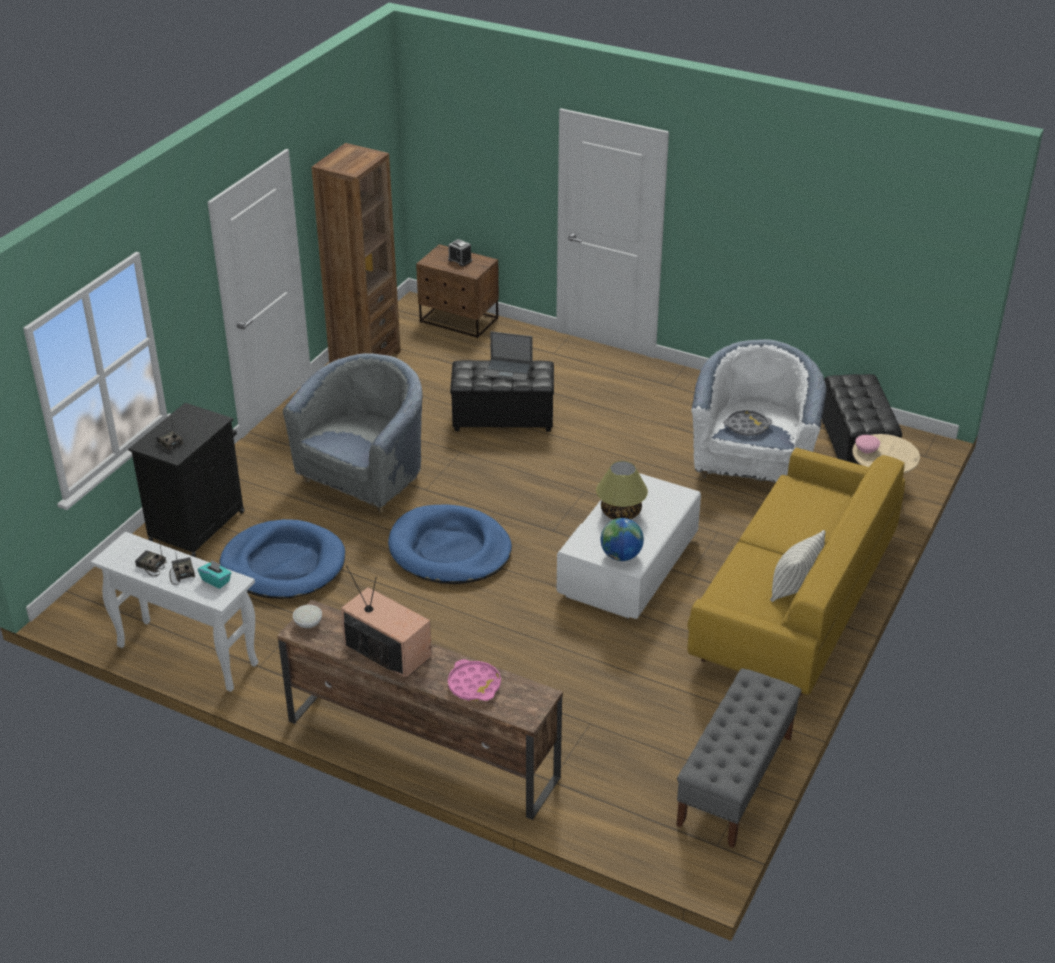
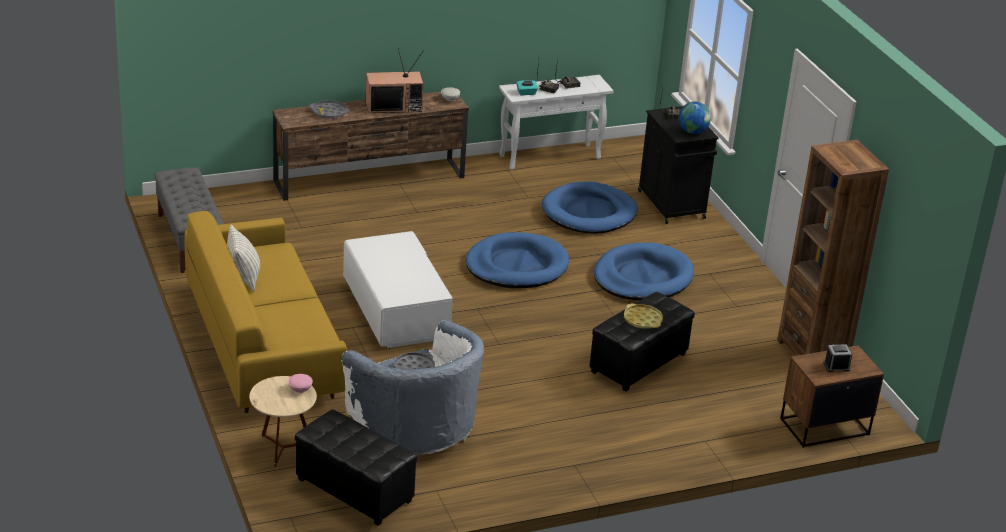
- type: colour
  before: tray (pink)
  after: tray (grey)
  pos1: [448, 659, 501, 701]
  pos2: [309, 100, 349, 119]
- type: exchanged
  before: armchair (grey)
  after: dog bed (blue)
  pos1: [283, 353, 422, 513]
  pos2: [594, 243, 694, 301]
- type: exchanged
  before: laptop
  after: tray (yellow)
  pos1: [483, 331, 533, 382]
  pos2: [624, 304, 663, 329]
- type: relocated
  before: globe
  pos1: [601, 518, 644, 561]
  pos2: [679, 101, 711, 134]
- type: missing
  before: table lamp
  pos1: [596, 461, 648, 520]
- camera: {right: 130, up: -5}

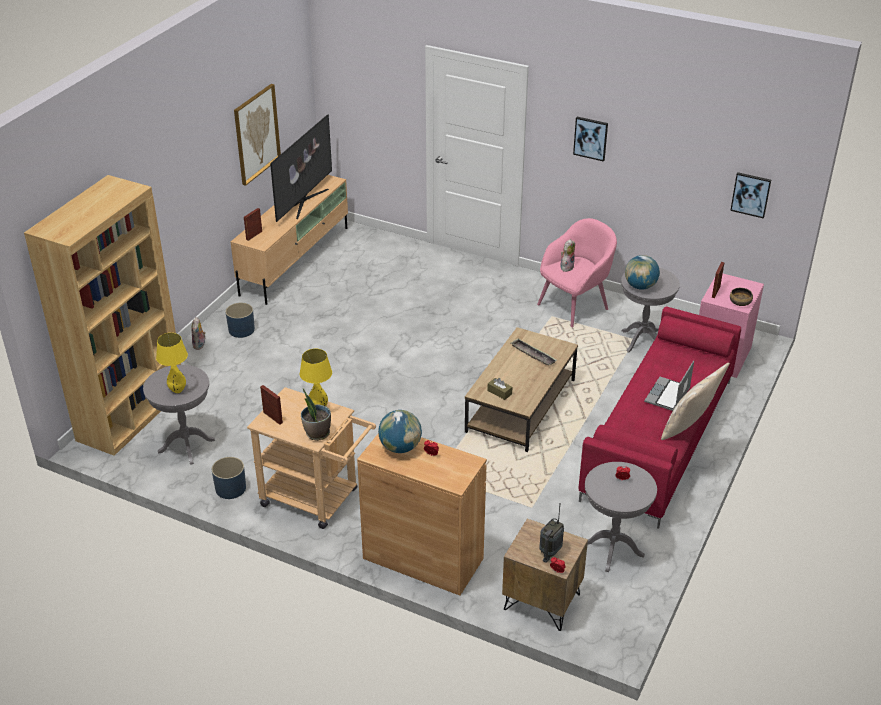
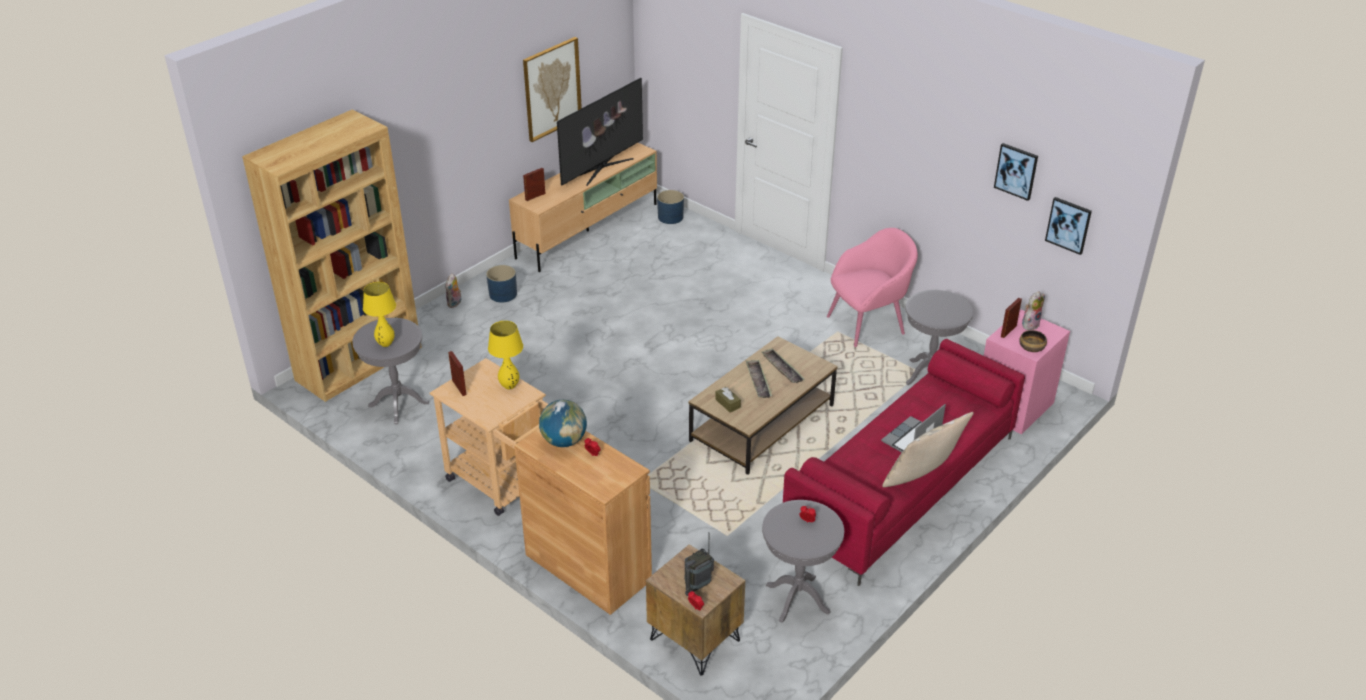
- type: relocated
  before: planter (blue)
  pos1: [212, 457, 246, 499]
  pos2: [657, 190, 684, 224]
- type: appeared
  after: tray
  pos2: [746, 360, 772, 398]
- type: relocated
  before: picture
  pos1: [573, 117, 608, 162]
  pos2: [994, 143, 1038, 201]
- type: relocated
  before: plush toy
  pos1: [561, 239, 575, 272]
  pos2: [1022, 291, 1045, 330]
- type: missing
  before: potted plant
  pos1: [301, 389, 331, 441]
- type: missing
  before: globe
  pos1: [625, 255, 660, 290]
- camera: {right: 15, up: 0}

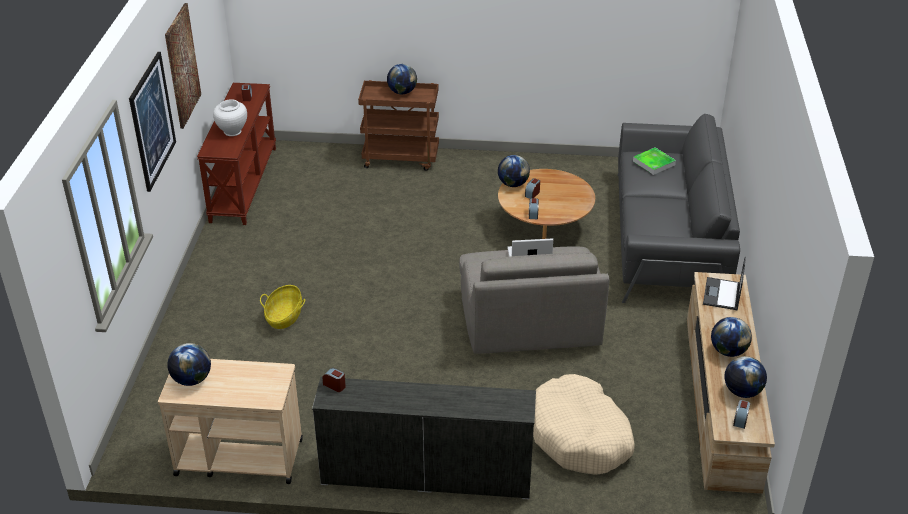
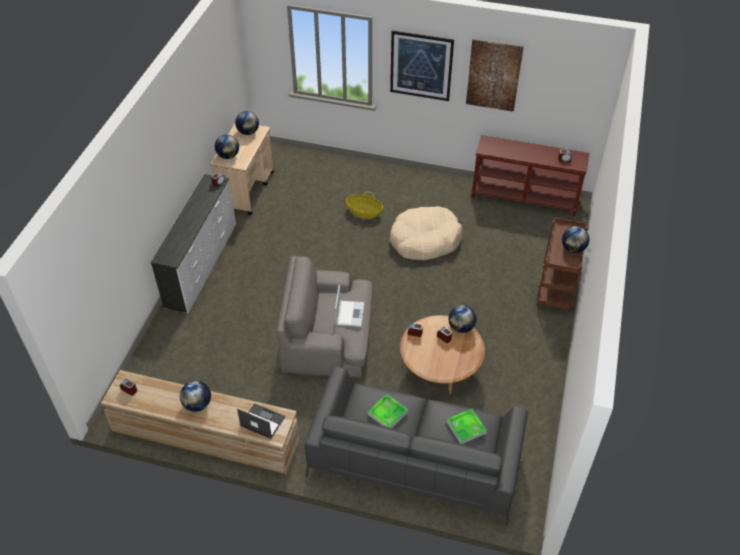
- type: relocated
  before: globe
  pos1: [724, 356, 767, 398]
  pos2: [215, 134, 239, 159]
- type: appeared
  after: tray
  pos2: [368, 394, 408, 428]
- type: relocated
  before: dog bed (beige)
  pos1: [533, 374, 634, 475]
  pos2: [389, 206, 463, 260]
- type: missing
  before: vase (white)
  pos1: [213, 100, 247, 136]
- camera: {right: 100, up: 10}

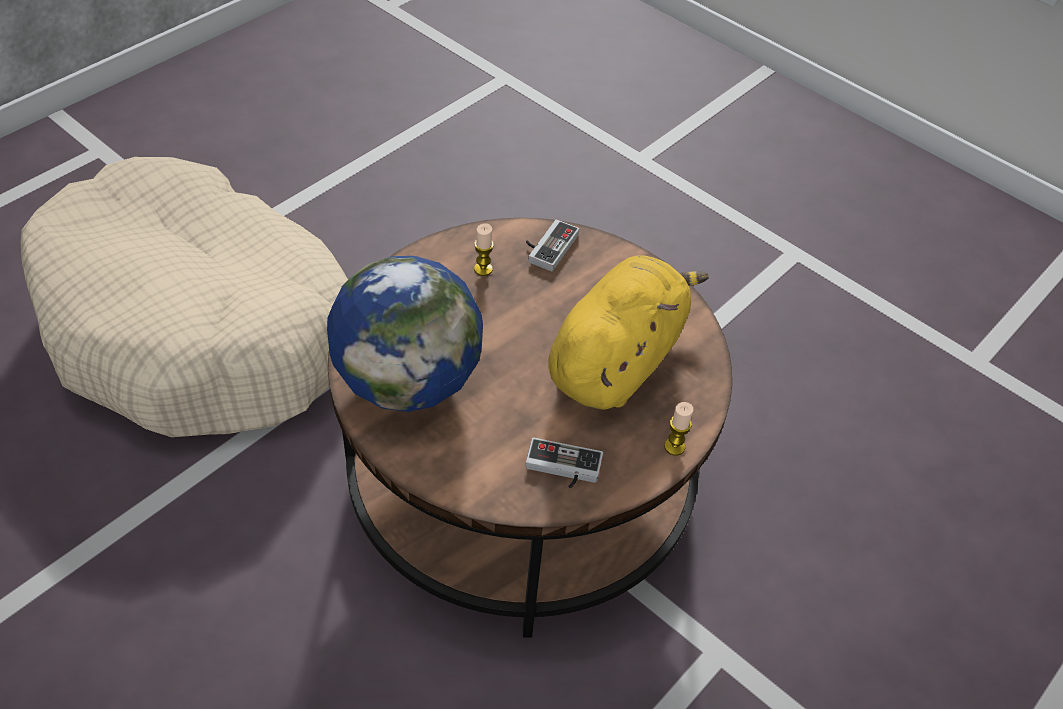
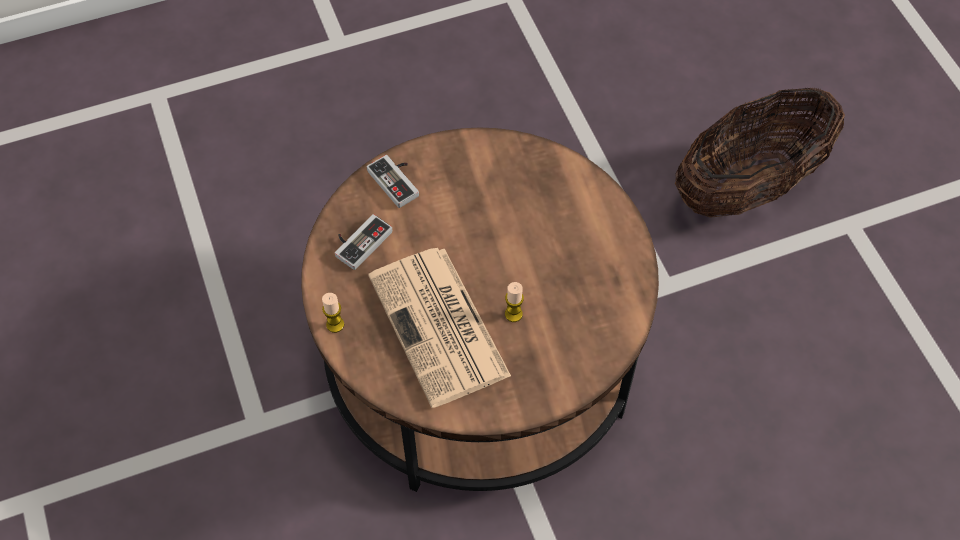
- type: relocated
  before: game controller
  pos1: [526, 219, 580, 271]
  pos2: [367, 155, 419, 208]
- type: exchanged
  before: plush toy (yellow)
  after: newspaper
  pos1: [549, 255, 709, 410]
  pos2: [368, 248, 511, 408]
- type: relocated
  before: candle
  pos1: [474, 223, 494, 276]
  pos2: [505, 282, 524, 322]
- type: exchanged
  before: dog bed (beige)
  after: basket
  pos1: [21, 157, 348, 437]
  pos2: [675, 87, 845, 218]
- type: missing
  before: globe
  pos1: [327, 256, 483, 412]
- camera: {right: 120, up: 10}

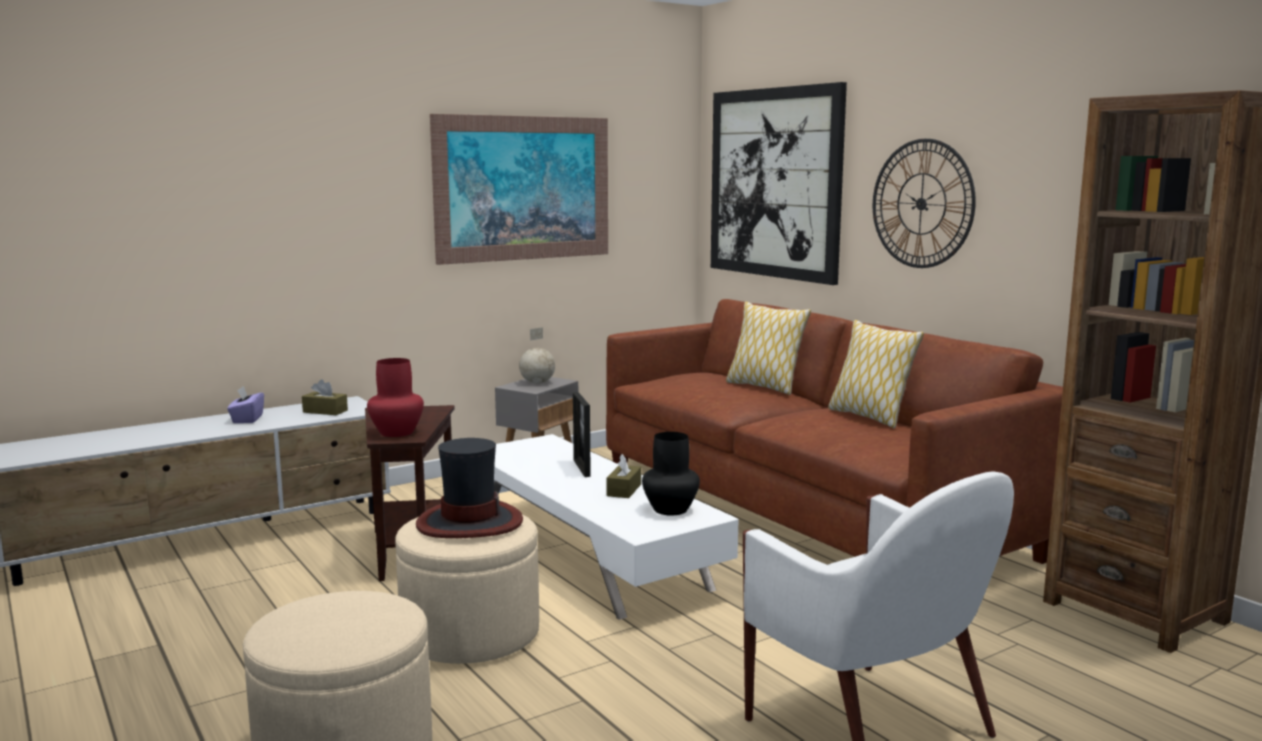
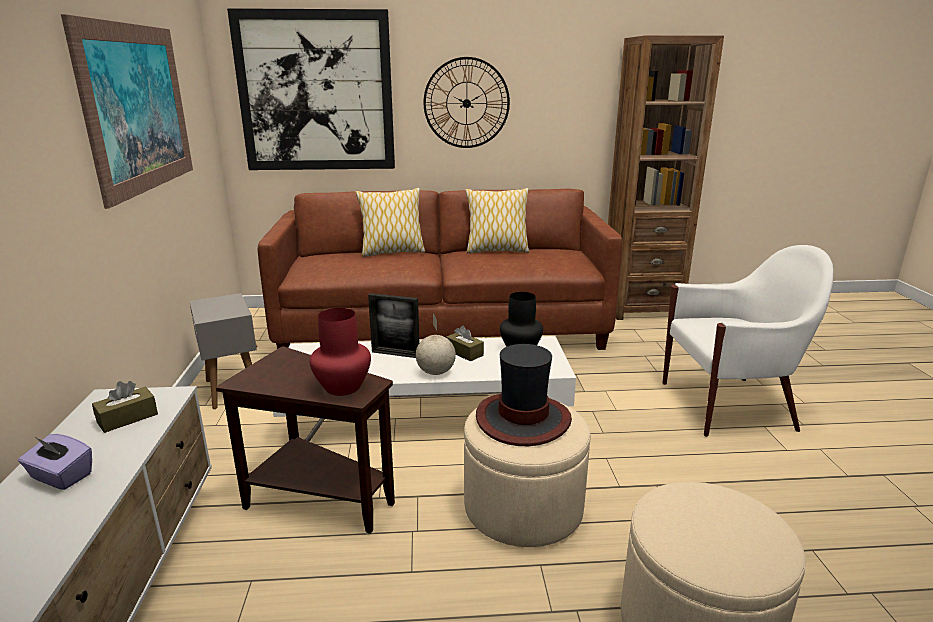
- type: relocated
  before: globe
  pos1: [519, 327, 555, 384]
  pos2: [416, 314, 456, 375]
- camera: {right: -60, up: 10}

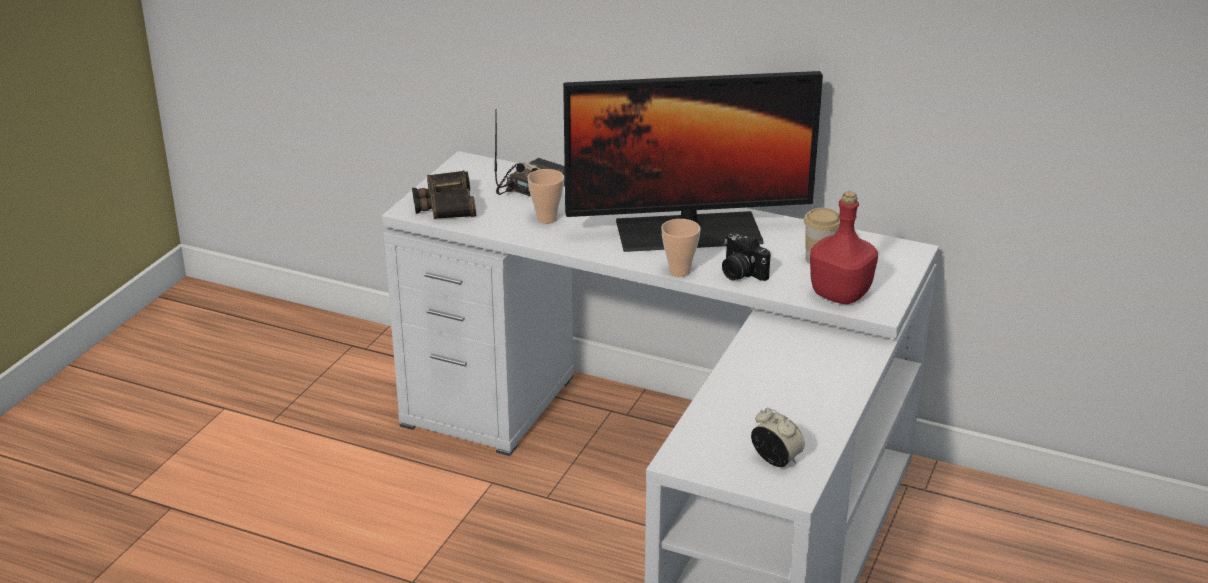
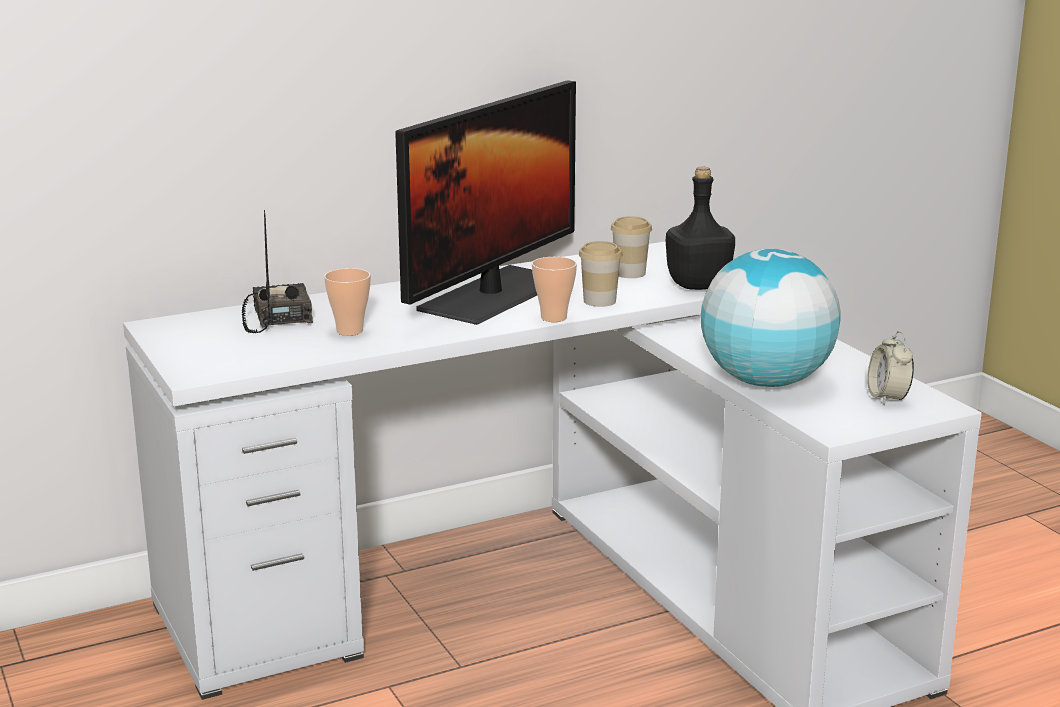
- type: exchanged
  before: photo camera
  after: cup
  pos1: [722, 232, 770, 281]
  pos2: [579, 241, 623, 307]
- type: colour
  before: bottle (red)
  after: bottle (black)
  pos1: [810, 191, 878, 304]
  pos2: [666, 167, 735, 290]
- type: appeared
  after: globe
  pos2: [701, 249, 840, 387]
- type: spun
  before: alarm clock
  pos1: [751, 408, 805, 467]
  pos2: [868, 331, 914, 405]
  turn: -90
- type: missing
  before: binoculars
  pos1: [412, 170, 476, 219]
- camera: {right: -50, up: -10}

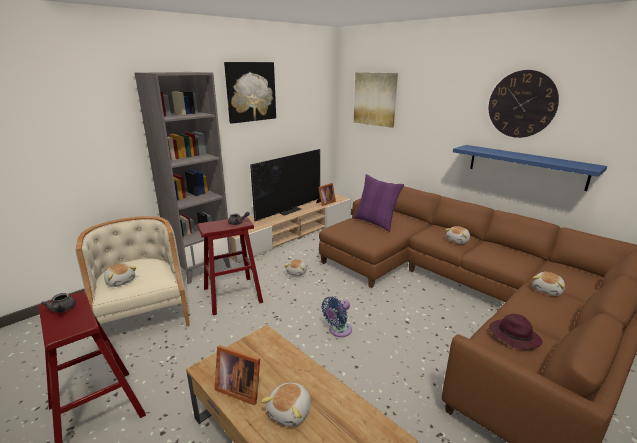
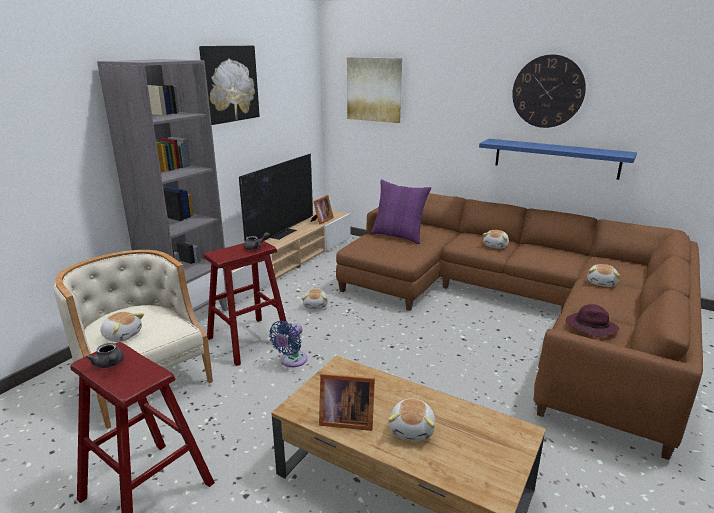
- type: relocated
  before: fan (blue)
  pos1: [321, 297, 352, 337]
  pos2: [269, 321, 307, 367]
- camera: {right: -15, up: 0}

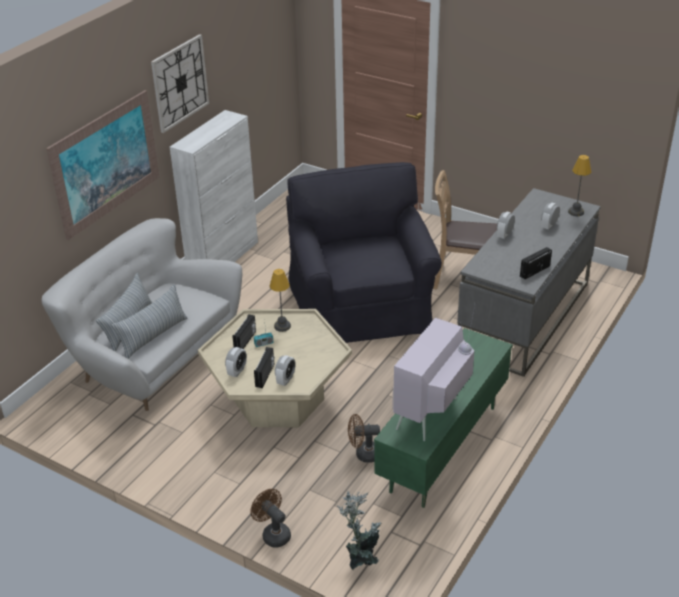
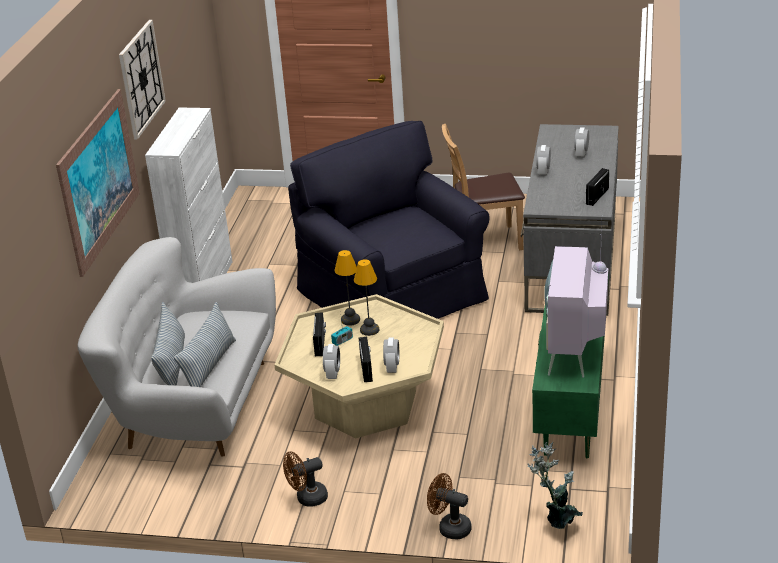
- type: relocated
  before: fan (brown)
  pos1: [348, 414, 380, 463]
  pos2: [283, 451, 328, 507]
- type: relocated
  before: table lamp
  pos1: [568, 155, 591, 216]
  pos2: [354, 259, 379, 336]
- camera: {right: -20, up: -5}

